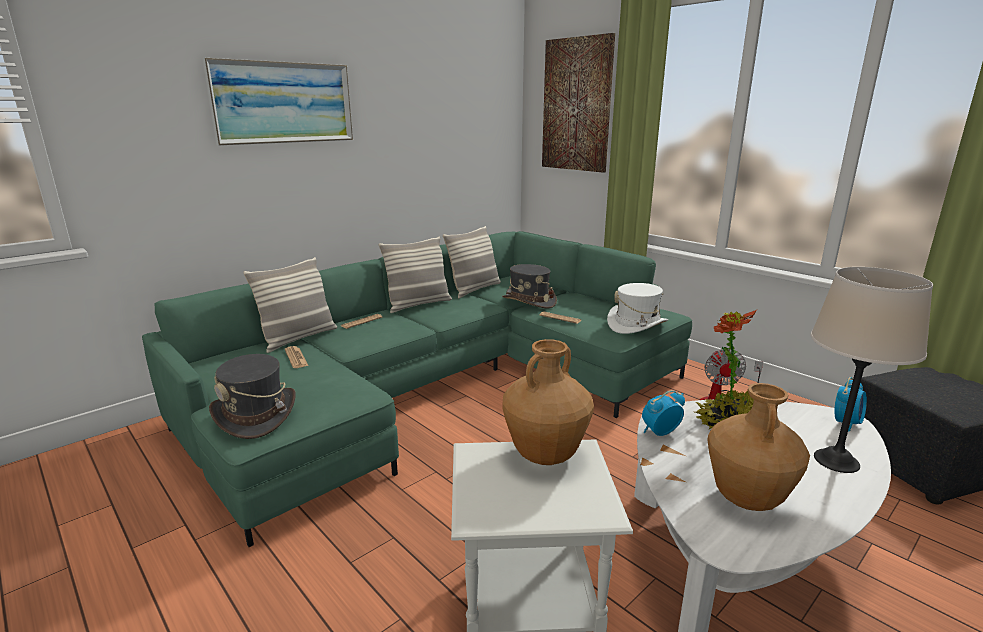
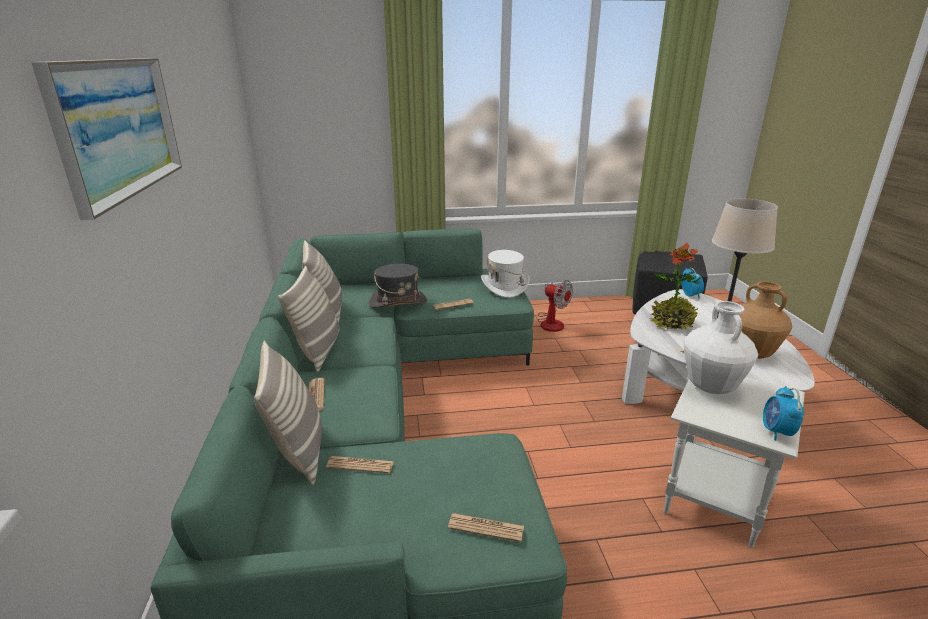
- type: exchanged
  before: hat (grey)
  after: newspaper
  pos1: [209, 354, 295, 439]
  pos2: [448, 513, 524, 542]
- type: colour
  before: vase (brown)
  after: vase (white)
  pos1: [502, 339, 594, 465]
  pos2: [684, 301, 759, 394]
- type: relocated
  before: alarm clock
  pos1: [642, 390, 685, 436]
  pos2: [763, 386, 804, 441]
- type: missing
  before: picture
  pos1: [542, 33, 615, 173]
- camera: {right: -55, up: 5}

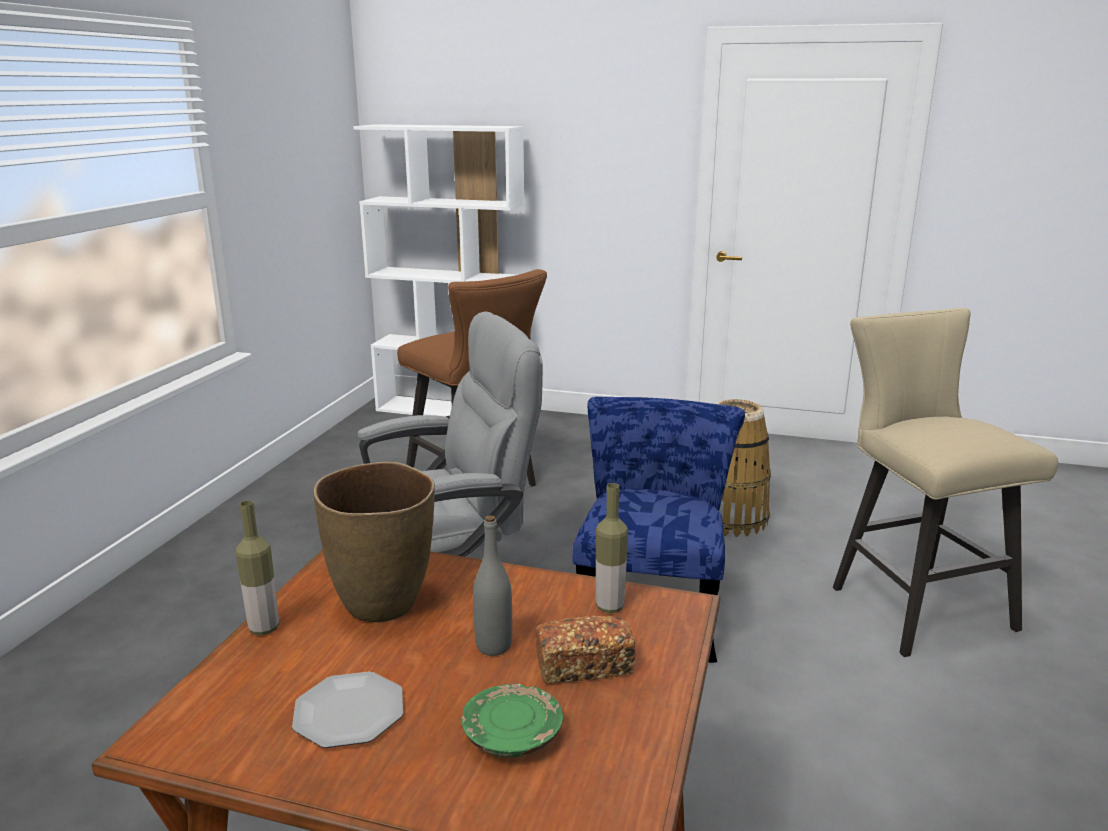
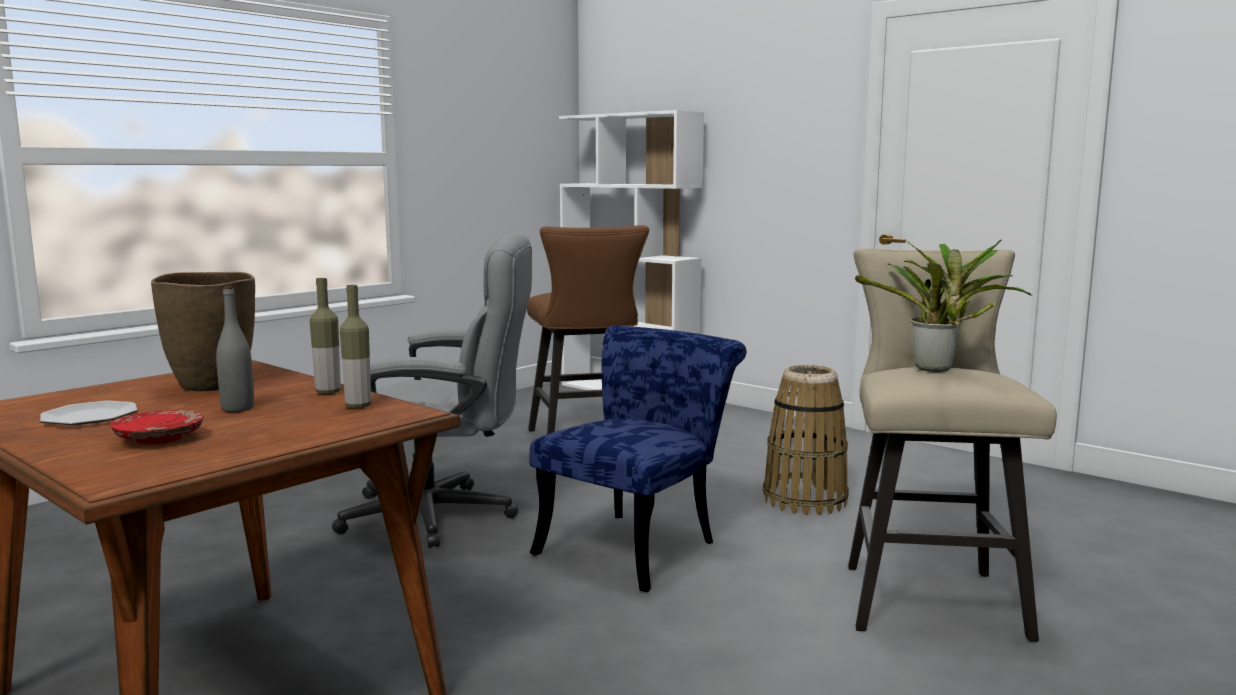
- type: colour
  before: plate (green)
  after: plate (red)
  pos1: [461, 684, 563, 757]
  pos2: [110, 410, 203, 444]
- type: relocated
  before: bottle
  pos1: [235, 500, 279, 635]
  pos2: [310, 278, 341, 394]
- type: appeared
  after: potted plant
  pos2: [855, 240, 1032, 372]
- type: missing
  before: bread
  pos1: [535, 616, 636, 684]
- camera: {right: 25, up: -10}

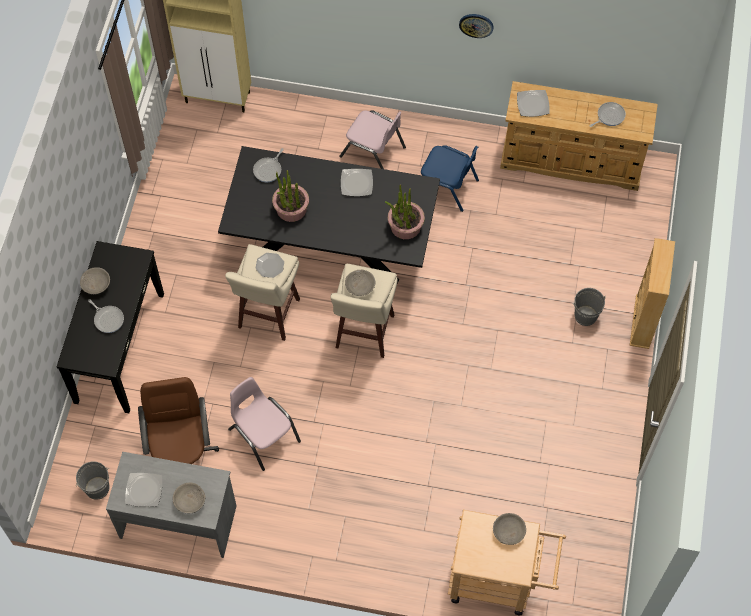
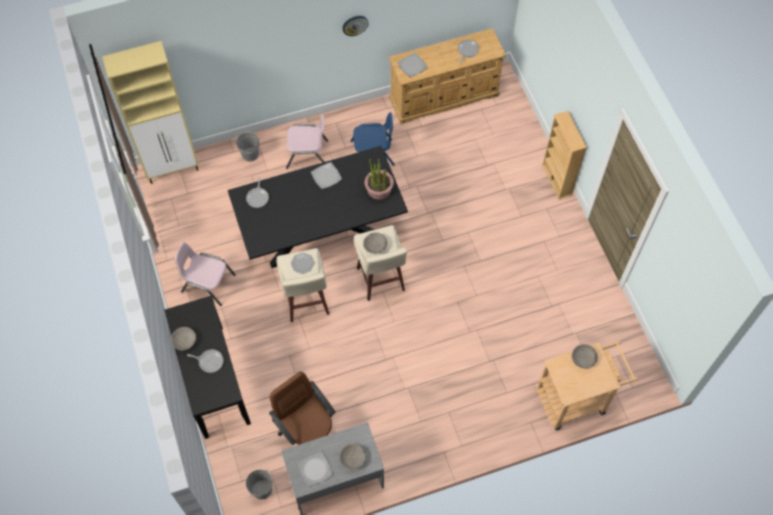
- type: relocated
  before: chair (pink)
  pos1: [228, 377, 301, 471]
  pos2: [175, 242, 236, 306]
- type: relocated
  before: bucket (grey)
  pos1: [573, 288, 606, 326]
  pos2: [236, 132, 259, 162]
- type: missing
  before: potted plant
  pos1: [272, 170, 309, 222]
- camera: {right: -30, up: 0}

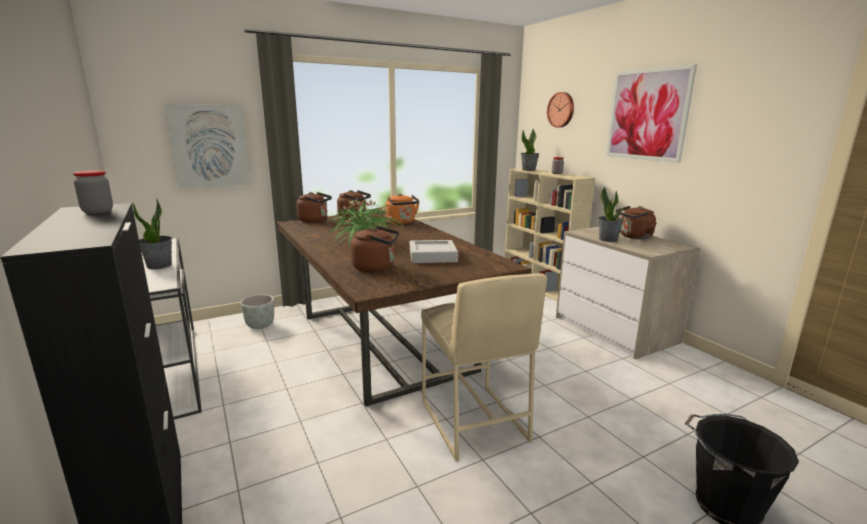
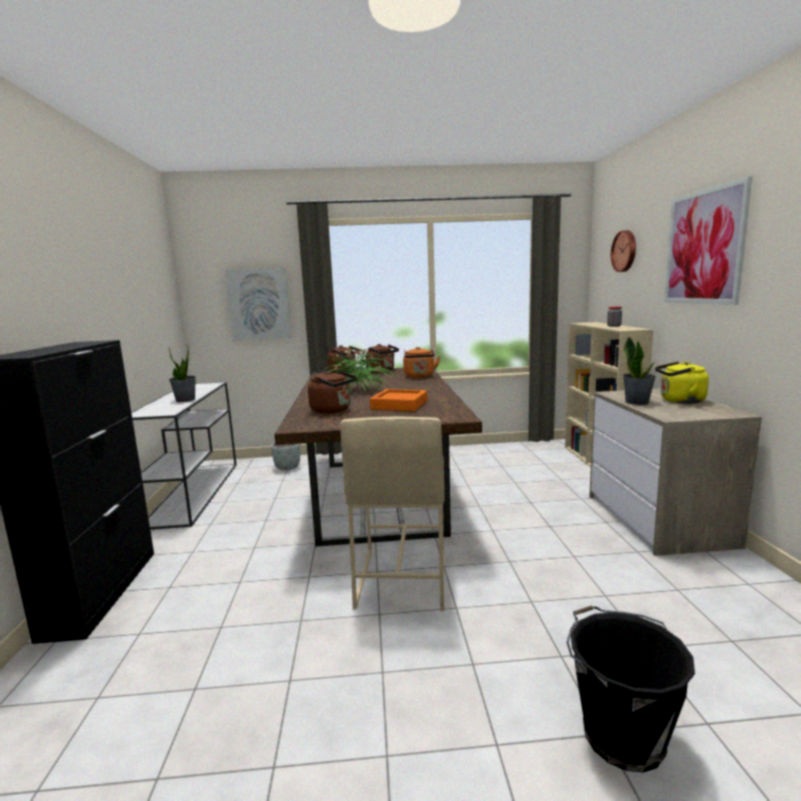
- type: colour
  before: tray (grey)
  after: tray (orange)
  pos1: [410, 240, 458, 263]
  pos2: [370, 389, 428, 411]
- type: colour
  before: kettle (brown)
  after: kettle (yellow)
  pos1: [615, 206, 657, 239]
  pos2: [655, 362, 709, 404]
- type: missing
  before: jar
  pos1: [73, 170, 113, 214]
- type: missing
  before: potted plant
  pos1: [521, 129, 539, 171]
- camera: {right: 25, up: -5}

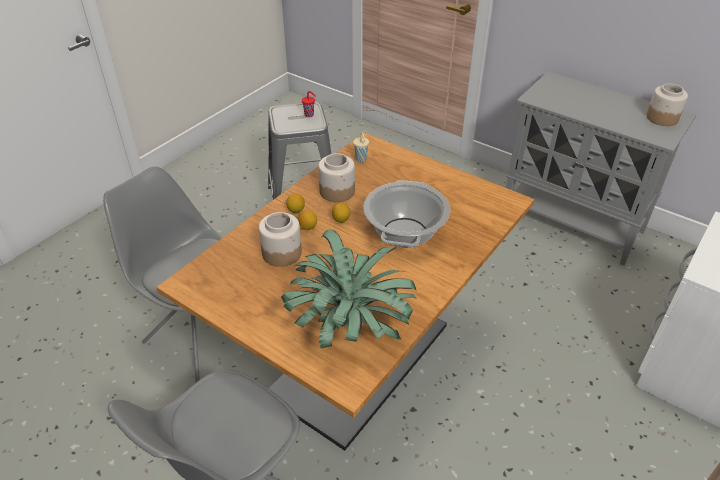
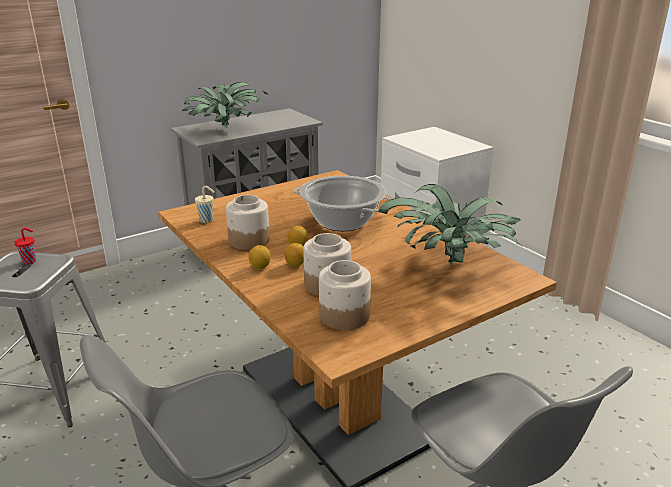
- type: appeared
  after: potted plant
  pos2: [182, 82, 268, 128]
- type: relocated
  before: jar
  pos1: [646, 84, 688, 126]
  pos2: [319, 260, 371, 330]
- camera: {right: -70, up: -15}

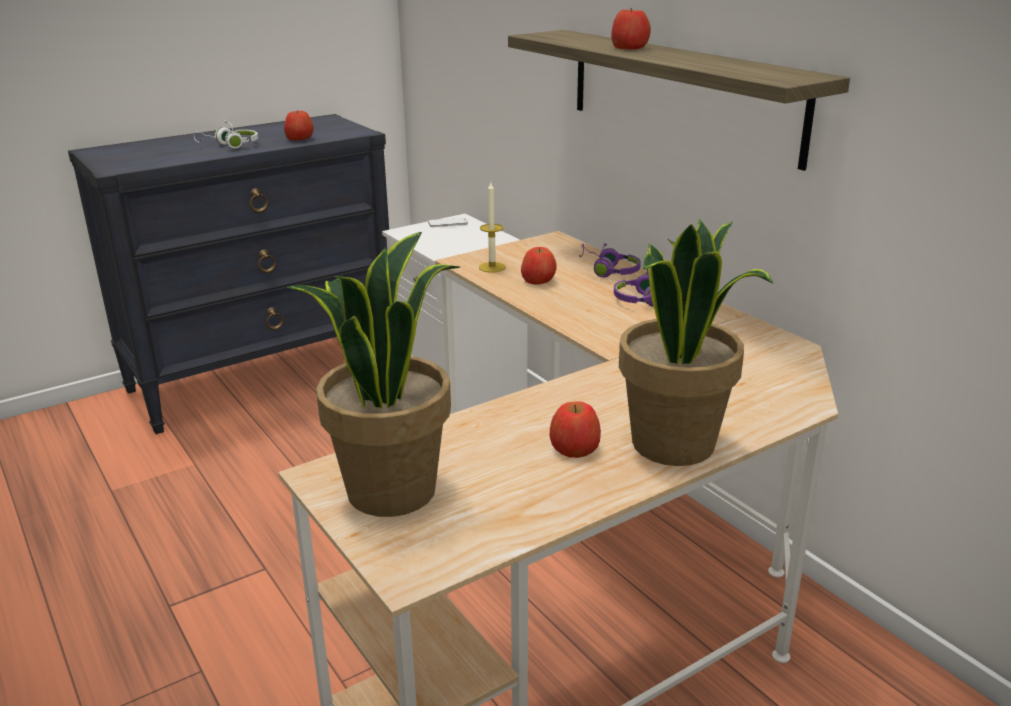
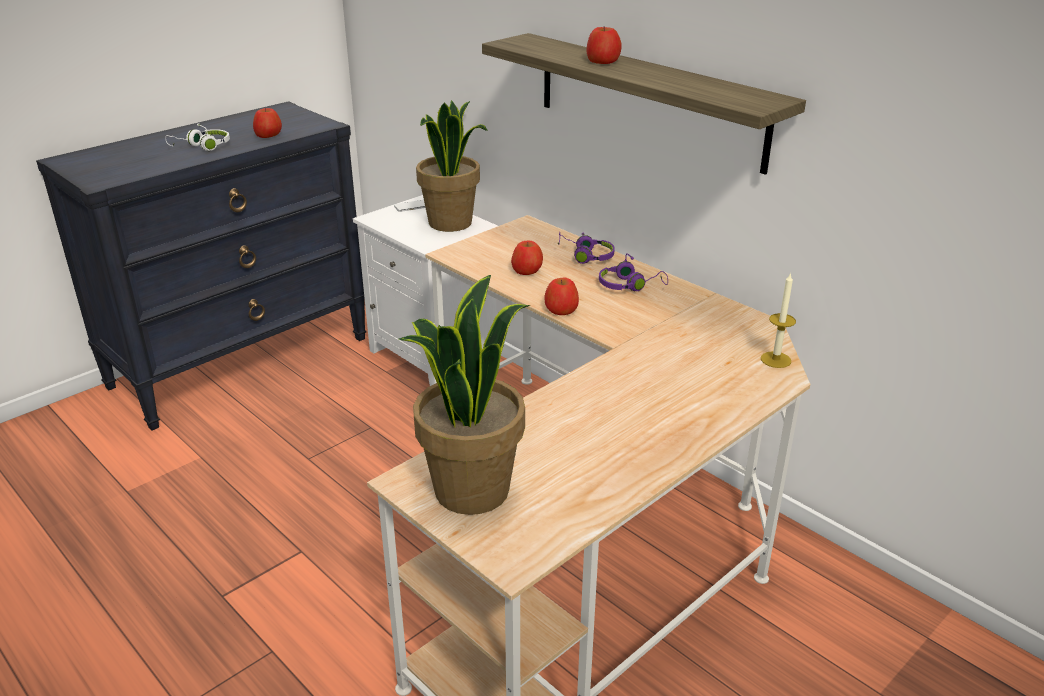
- type: relocated
  before: potted plant
  pos1: [619, 219, 773, 466]
  pos2: [416, 100, 488, 232]
- type: relocated
  before: apple
  pos1: [550, 401, 601, 458]
  pos2: [544, 278, 579, 315]
- type: relocated
  before: candle
  pos1: [479, 182, 506, 273]
  pos2: [761, 272, 796, 368]
- camera: {right: -10, up: 5}

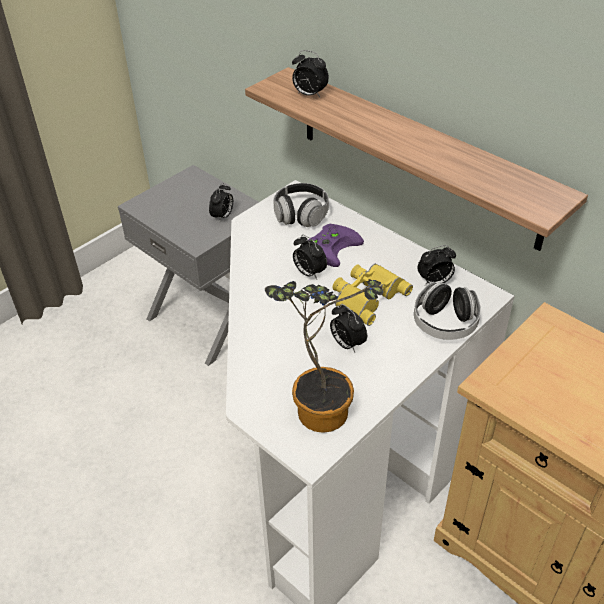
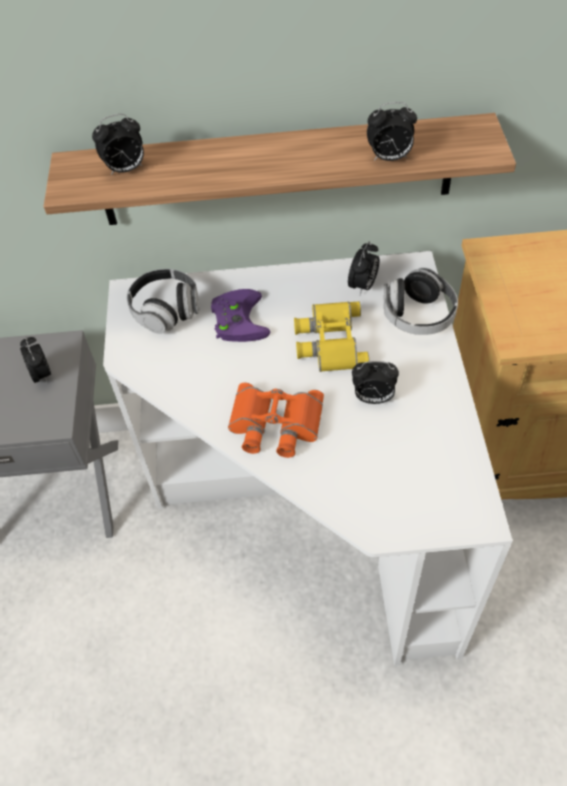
- type: appeared
  after: binoculars (orange)
  pos2: [228, 383, 324, 458]
- type: relocated
  before: alarm clock
  pos1: [293, 235, 327, 279]
  pos2: [367, 102, 417, 161]
- type: missing
  before: potted plant
  pos1: [265, 279, 383, 433]
- camera: {right: -45, up: 10}

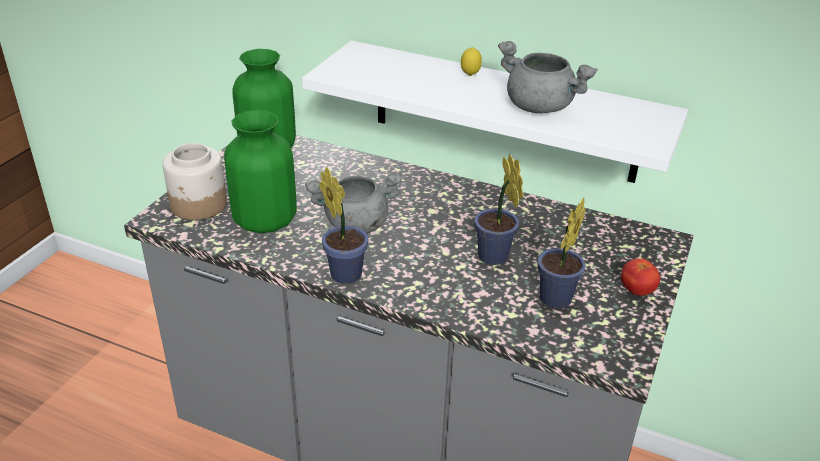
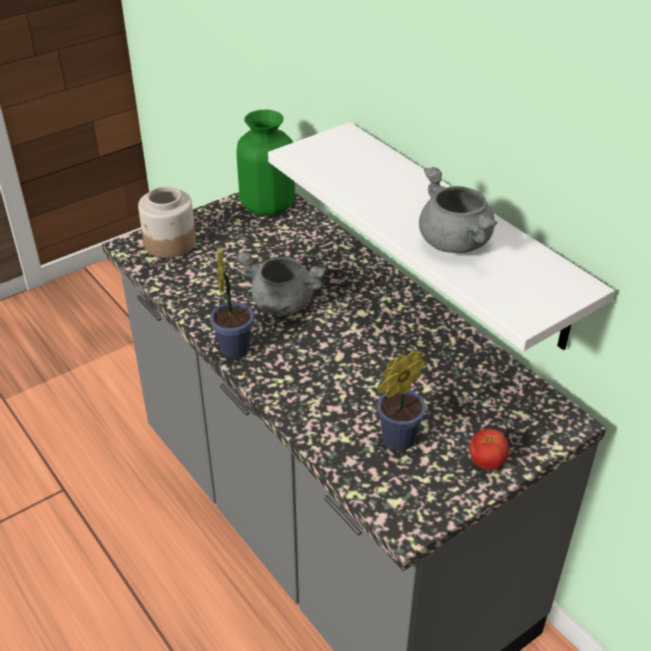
- type: missing
  before: vase (green)
  pos1: [224, 110, 297, 233]
- type: missing
  before: lemon
  pos1: [461, 47, 482, 76]
- type: missing
  before: potted plant
  pos1: [474, 154, 523, 265]
- camera: {right: 30, up: 5}

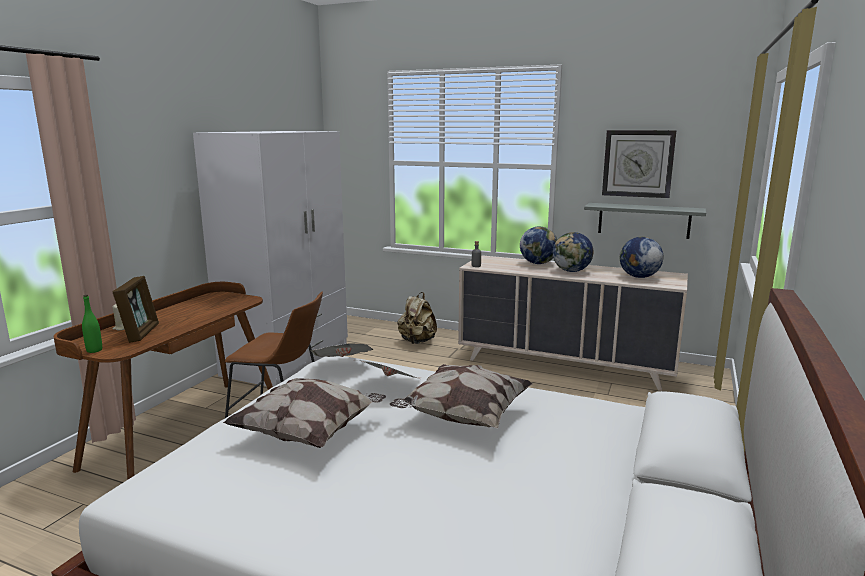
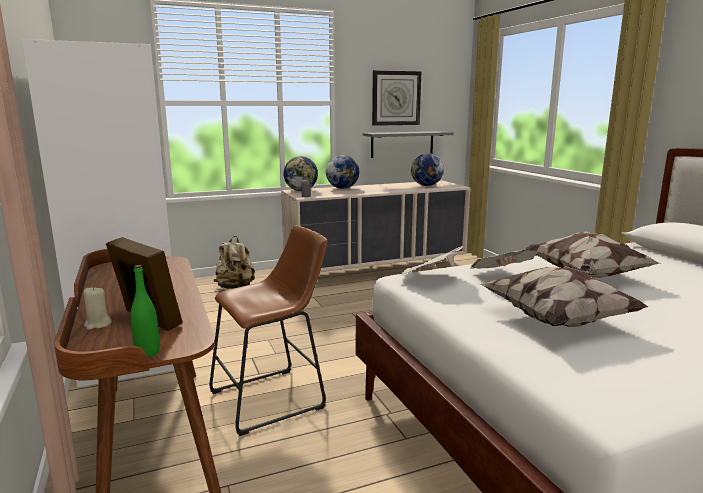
- type: relocated
  before: globe
  pos1: [553, 232, 593, 272]
  pos2: [283, 156, 318, 191]
- camera: {right: -45, up: 0}

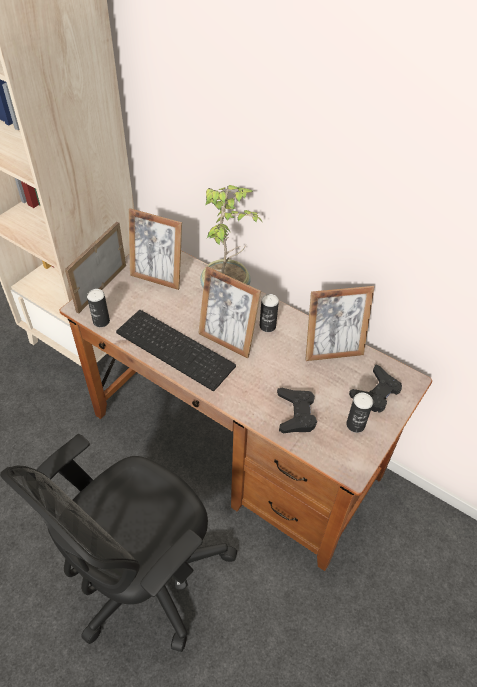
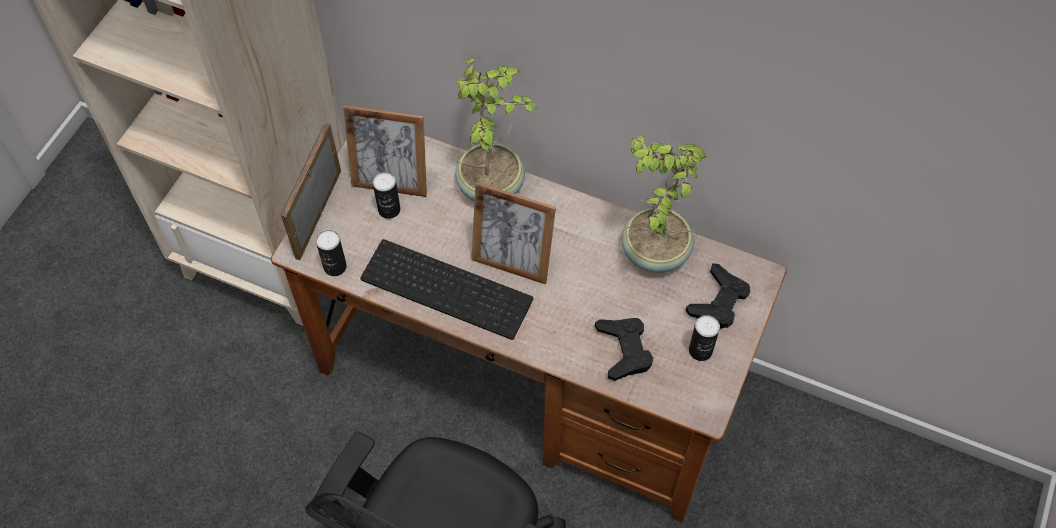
- type: relocated
  before: can
  pos1: [260, 294, 279, 332]
  pos2: [373, 172, 400, 219]
- type: exchanged
  before: picture frame
  after: potted plant
  pos1: [305, 286, 374, 361]
  pos2: [622, 135, 708, 273]
- camera: {right: -10, up: 10}

